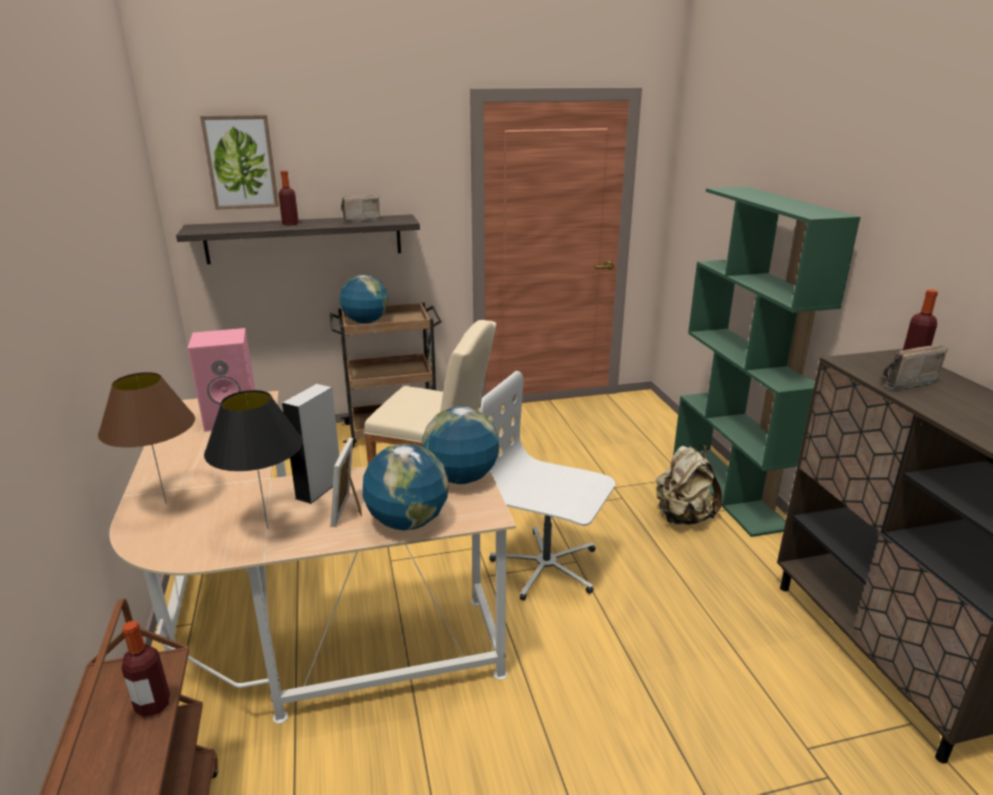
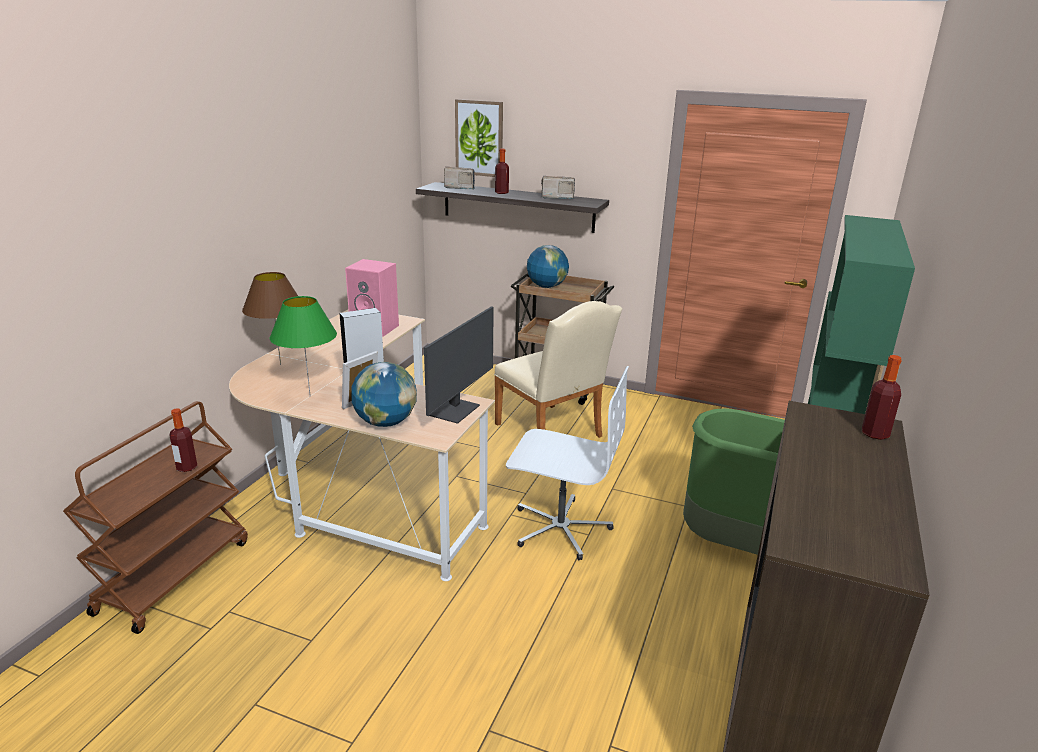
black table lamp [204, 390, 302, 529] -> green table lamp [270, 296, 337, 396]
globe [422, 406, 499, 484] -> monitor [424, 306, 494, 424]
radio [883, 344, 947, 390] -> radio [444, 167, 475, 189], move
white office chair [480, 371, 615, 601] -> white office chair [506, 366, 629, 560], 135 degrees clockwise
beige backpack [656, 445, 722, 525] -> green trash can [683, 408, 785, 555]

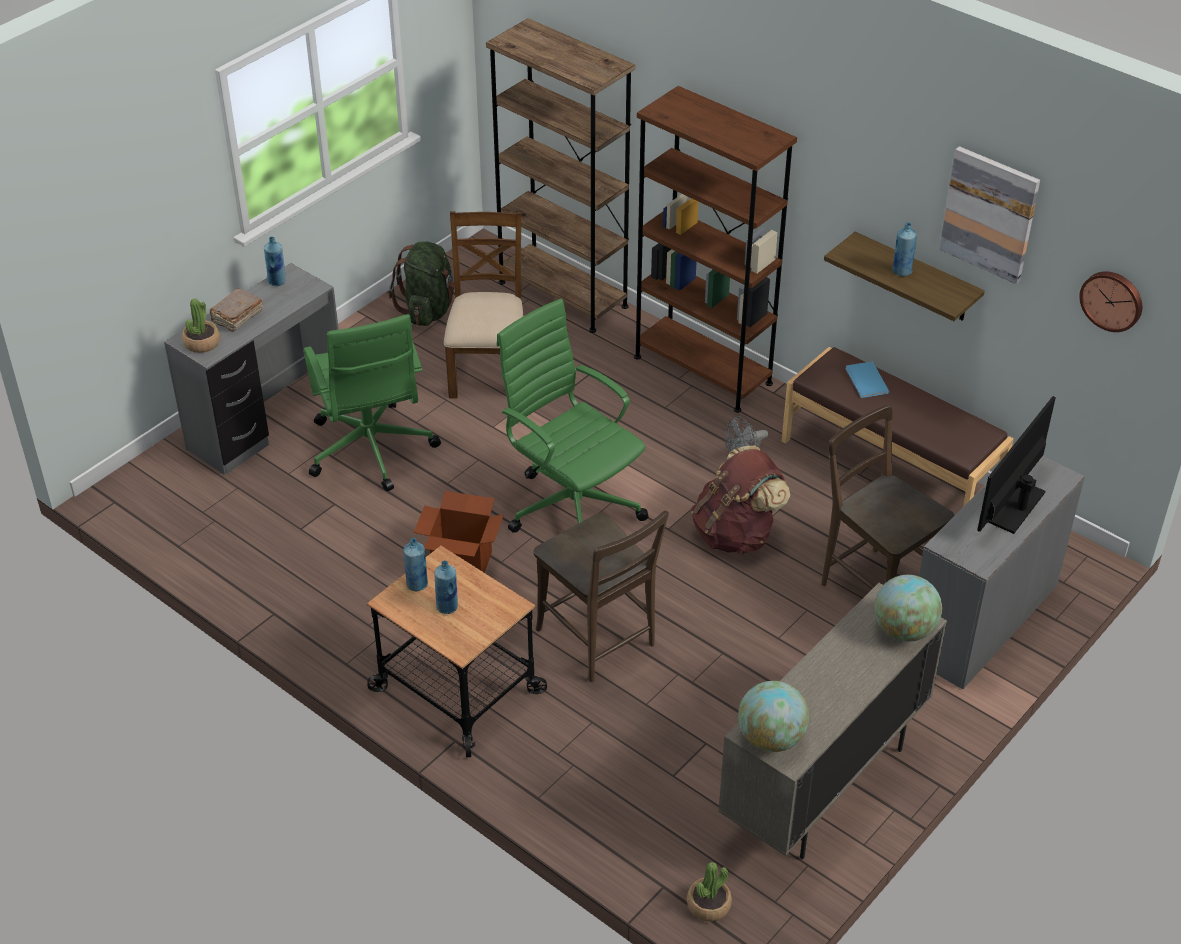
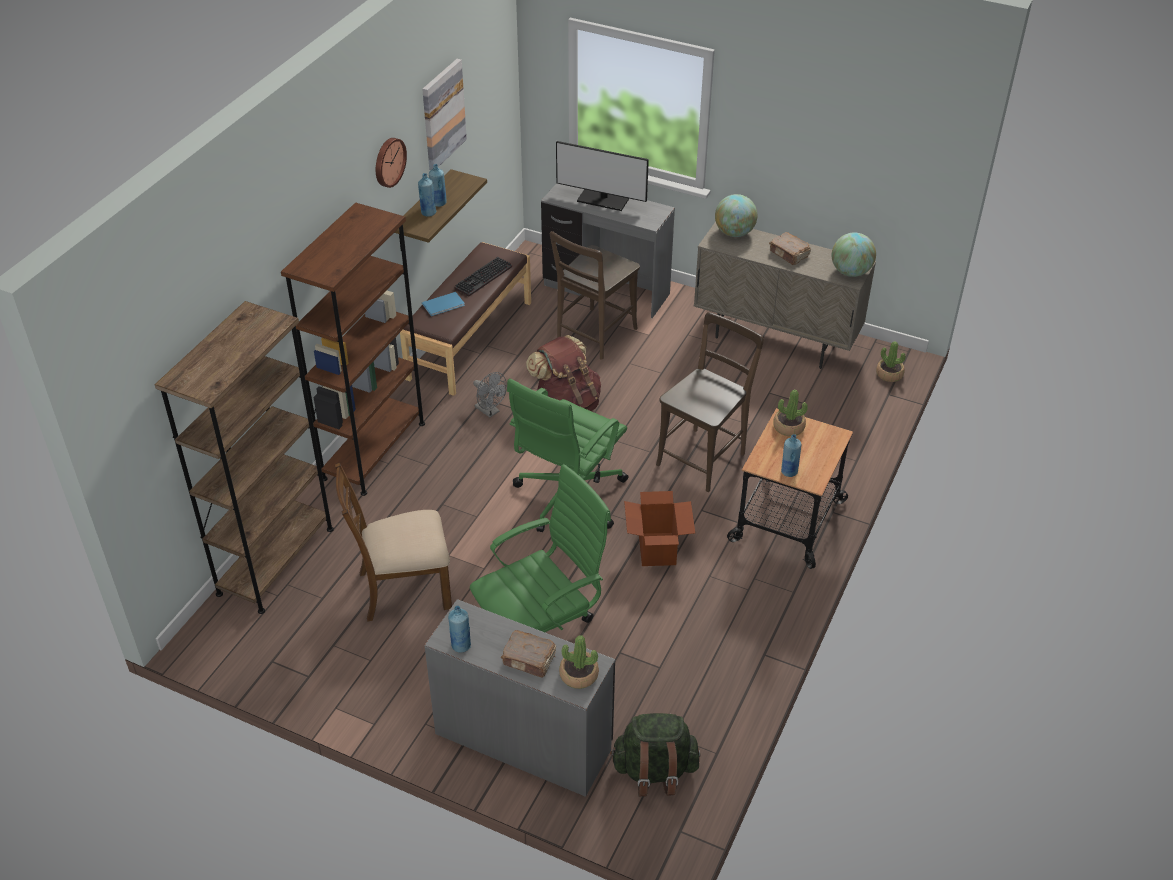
wall clock [1079, 271, 1142, 332] -> wall clock [376, 138, 407, 188], move
blue bottle [434, 560, 458, 614] -> blue bottle [418, 173, 436, 217], move
none -> keyboard [455, 257, 512, 296]
green backpack [389, 241, 455, 326] -> green backpack [610, 713, 700, 797], move
none -> brown book [769, 232, 811, 265]
none -> potted plant [773, 390, 808, 436]

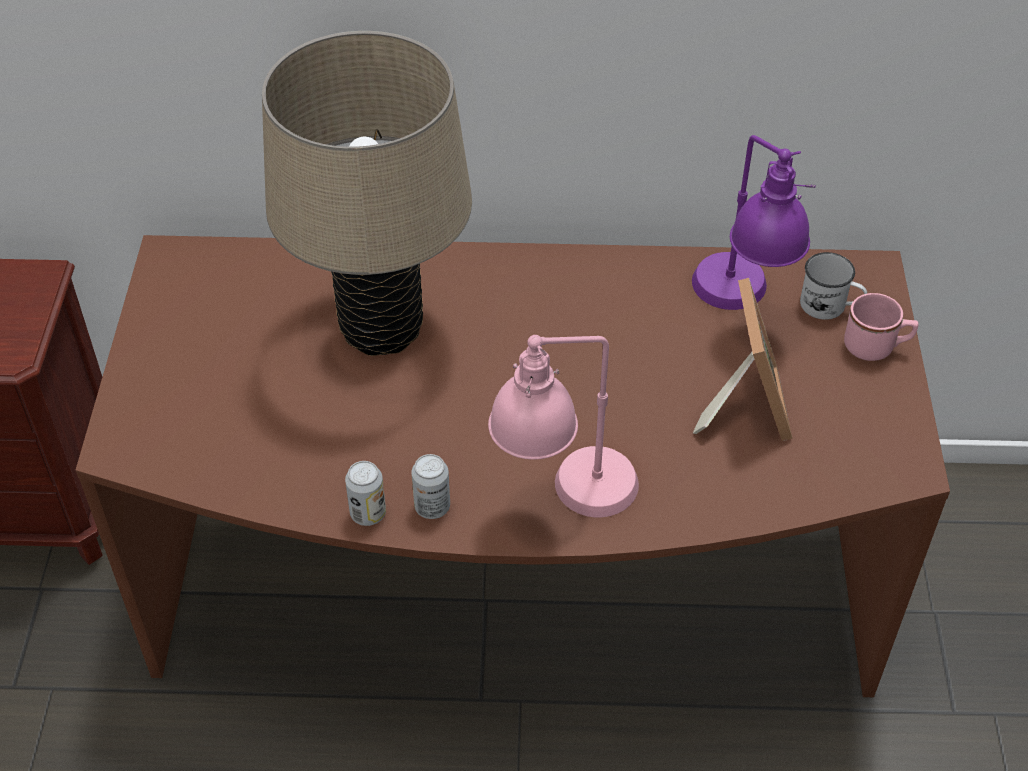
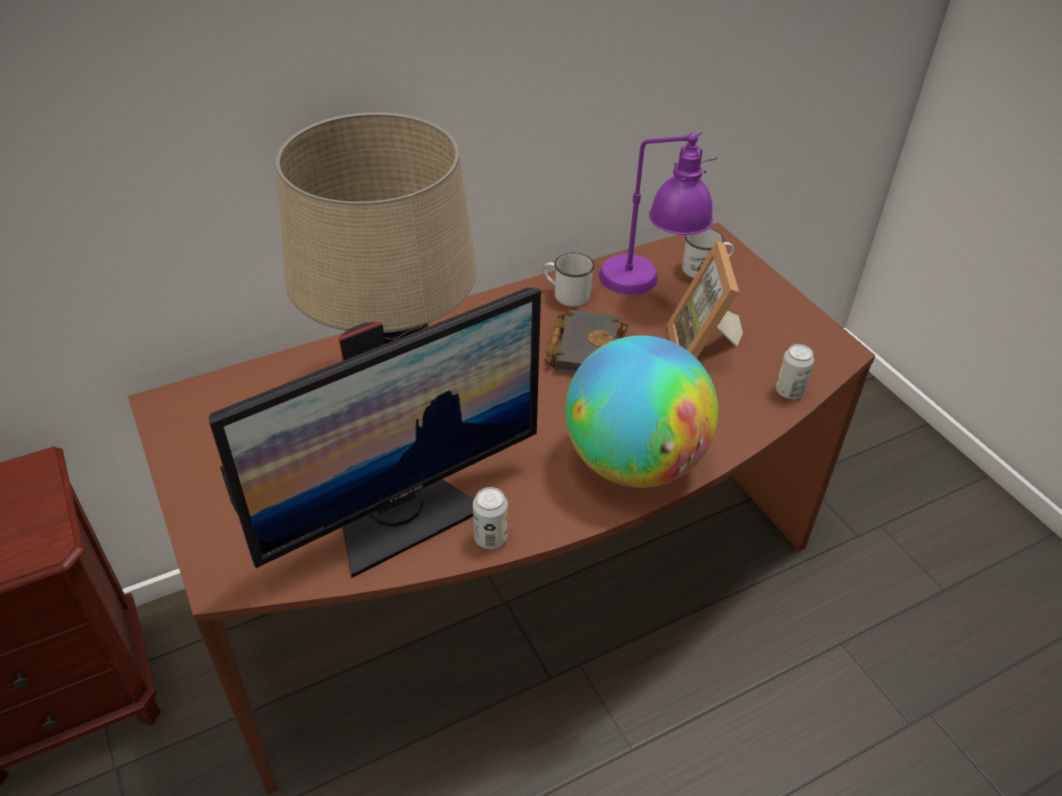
none -> monitor [208, 288, 541, 578]
none -> white mug [543, 253, 595, 307]
none -> black book [546, 310, 628, 373]
pink table lamp [488, 335, 639, 517] -> globe [565, 335, 718, 488]
picture frame [693, 278, 793, 441] -> picture frame [667, 241, 743, 359], 150 degrees counterclockwise
can [411, 454, 450, 519] -> can [776, 344, 814, 399], move
pink mug [844, 293, 918, 361] -> none

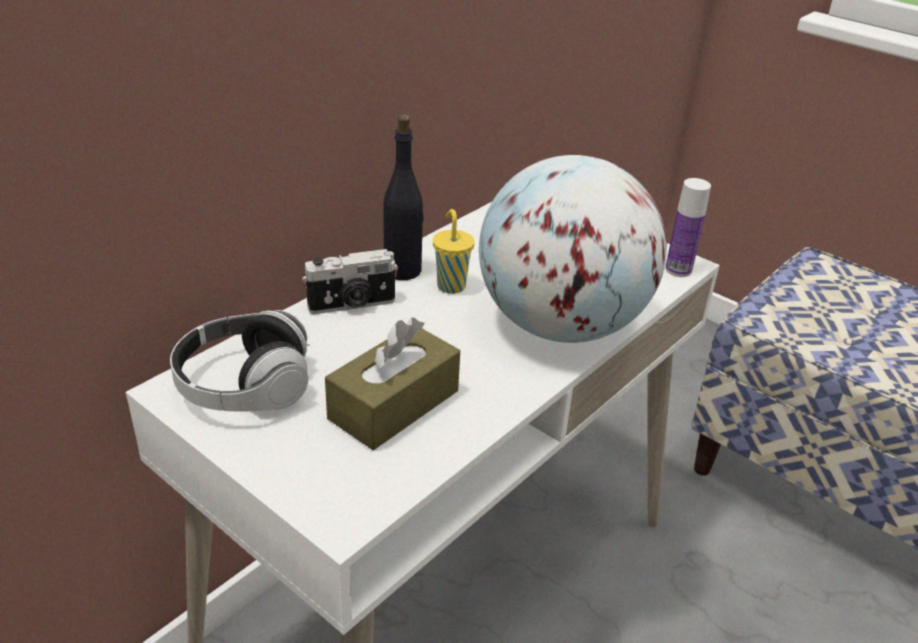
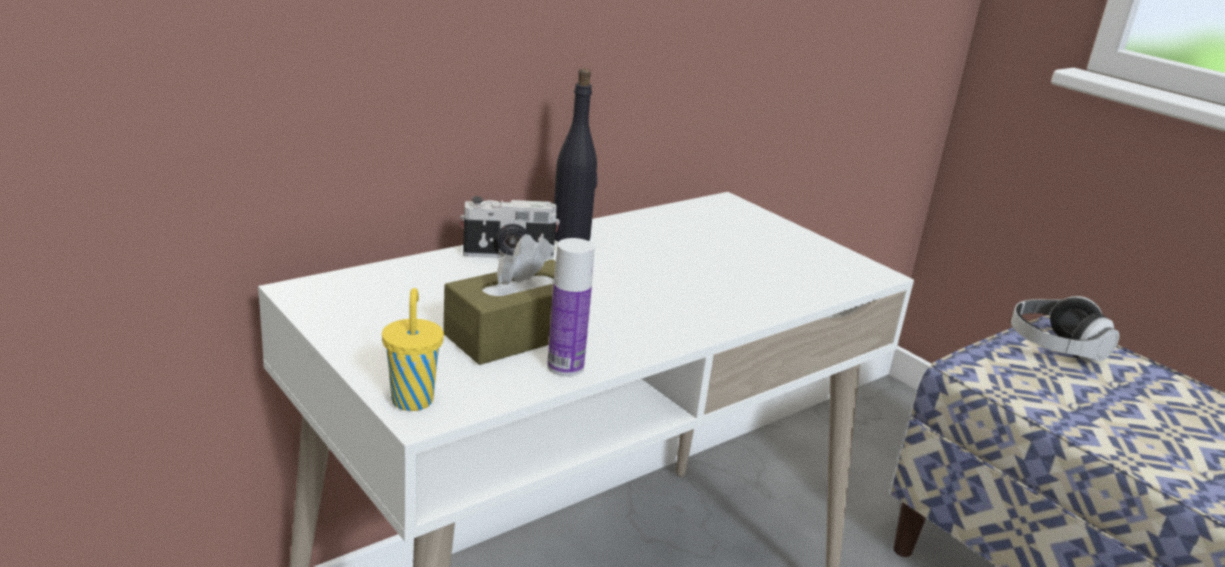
yellow cup [433, 209, 475, 294] -> yellow cup [382, 288, 444, 411], move
bottle [665, 178, 711, 277] -> bottle [547, 238, 594, 376], move
headphones [170, 310, 310, 411] -> headphones [1011, 296, 1119, 362], move
globe [479, 155, 667, 343] -> none

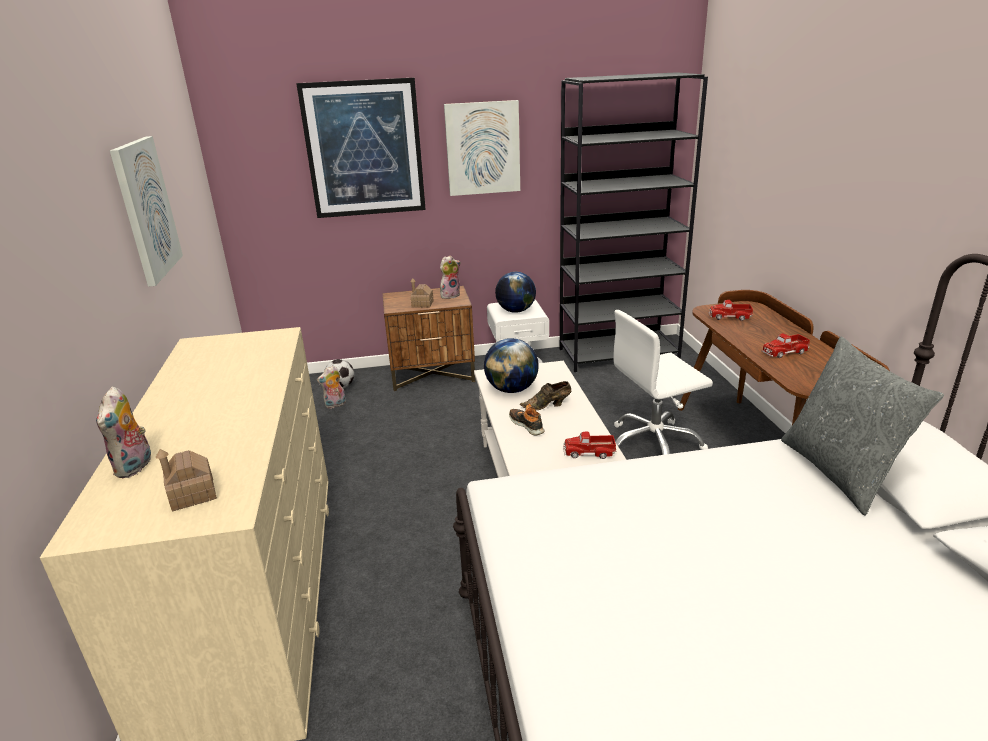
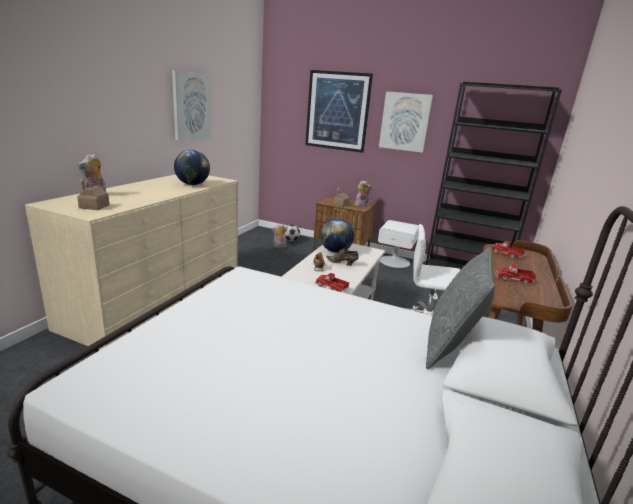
globe [495, 272, 536, 313] -> globe [174, 150, 210, 185], move

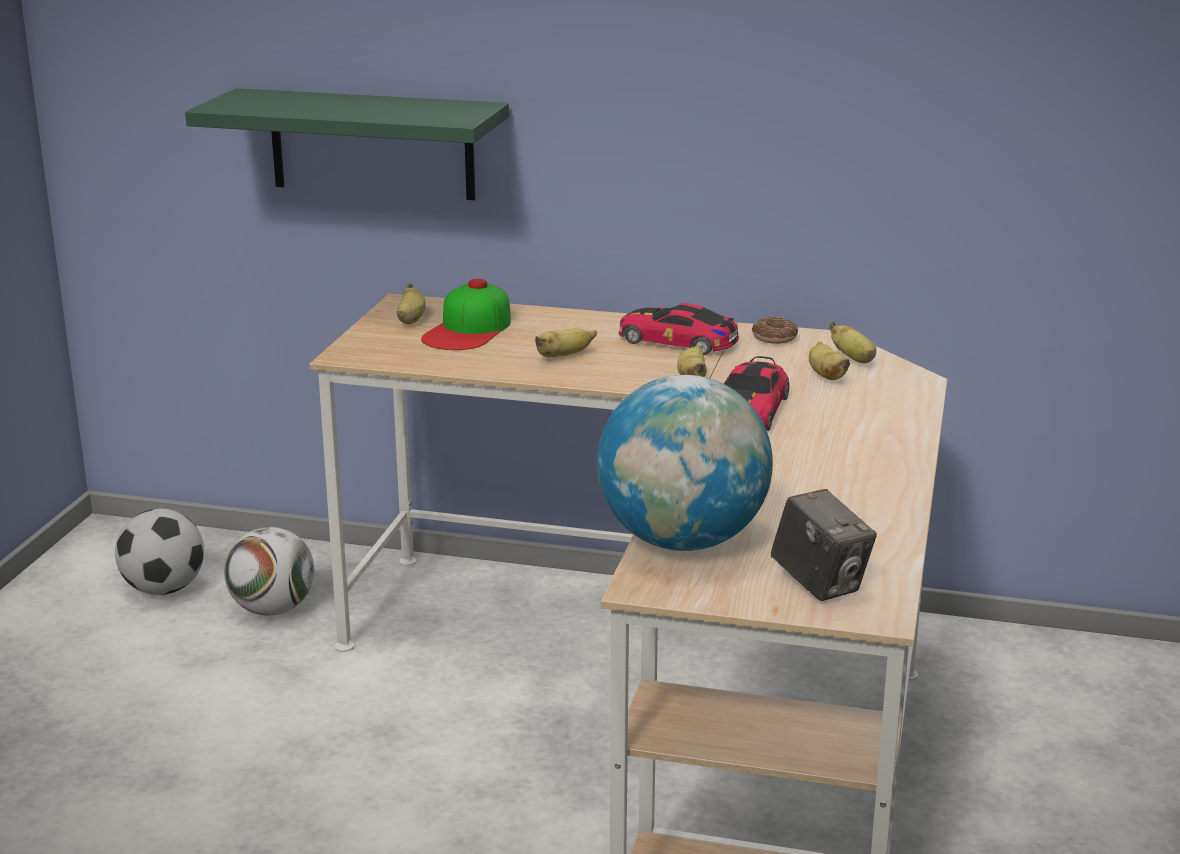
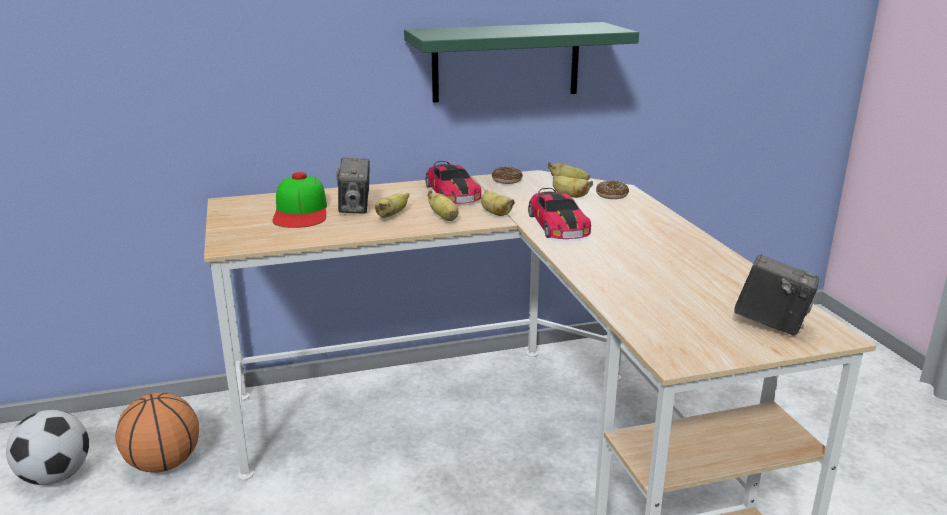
football [224, 527, 314, 616] -> basketball [115, 392, 199, 473]
none -> photo camera [336, 157, 370, 214]
green shelf [185, 88, 509, 200] -> green shelf [404, 22, 639, 103], move
toy car [619, 303, 739, 355] -> toy car [426, 161, 481, 204], 105 degrees counterclockwise
banana [397, 283, 425, 324] -> banana [427, 190, 459, 221], move
none -> donut [596, 181, 629, 199]
globe [597, 375, 773, 551] -> none

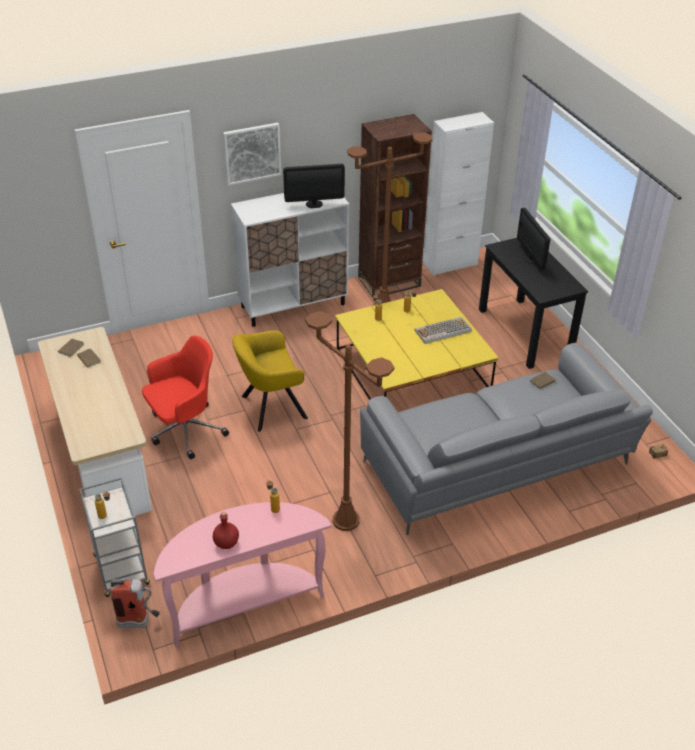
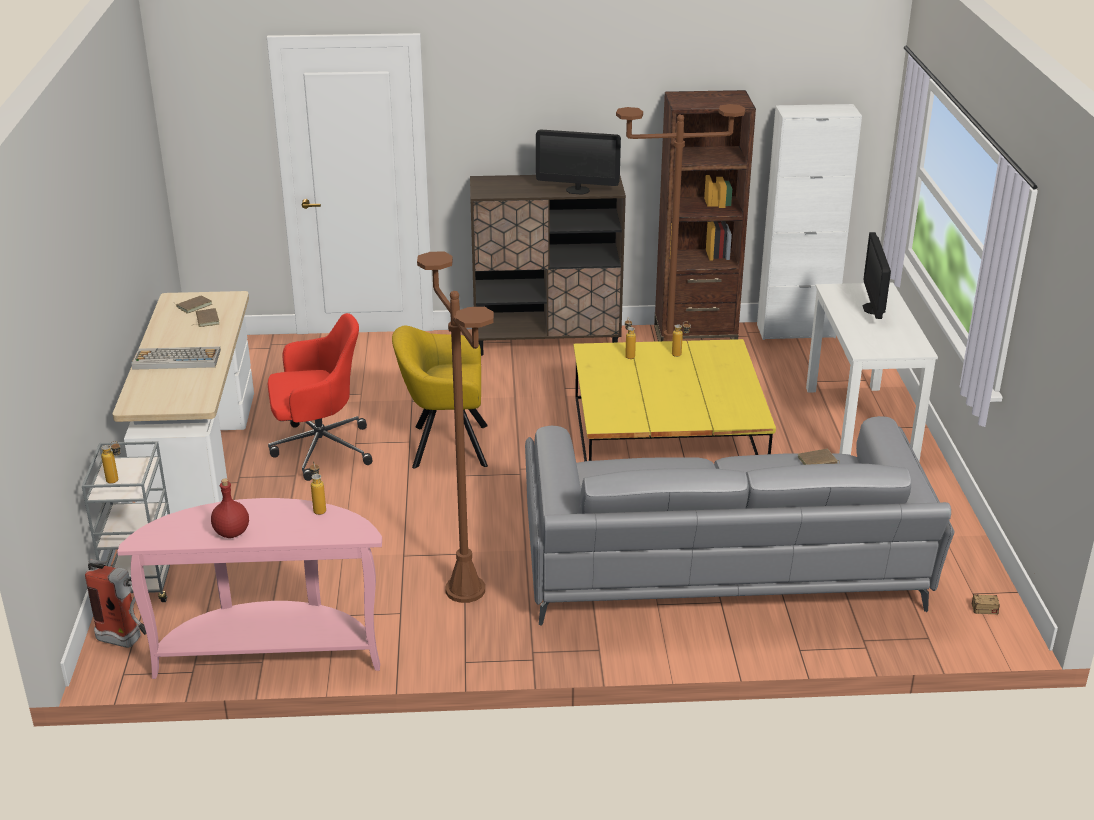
keyboard [414, 317, 472, 344] -> keyboard [131, 347, 221, 370], move
white cabinet [231, 193, 349, 327] -> brown cabinet [470, 175, 626, 356]
black desk [479, 238, 588, 369] -> white desk [806, 282, 938, 461]
picture [223, 123, 281, 185] -> none

